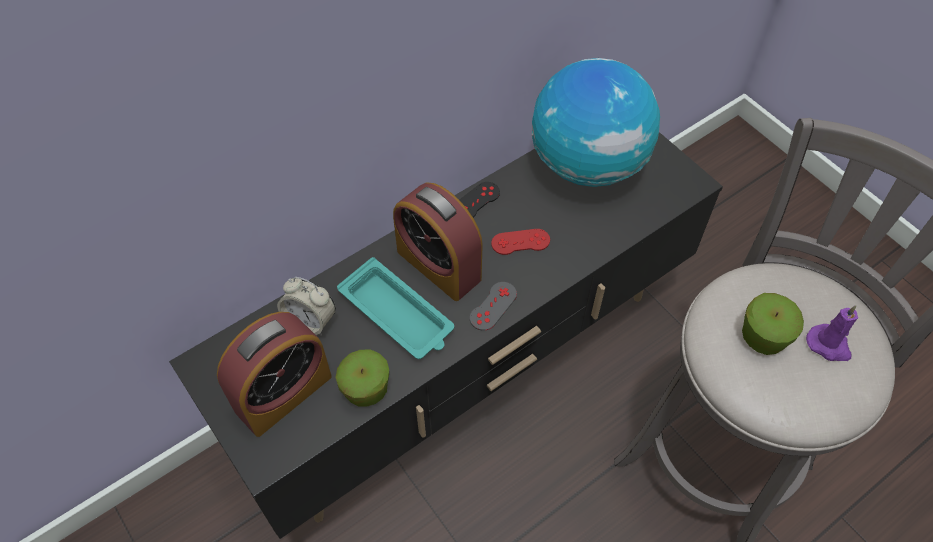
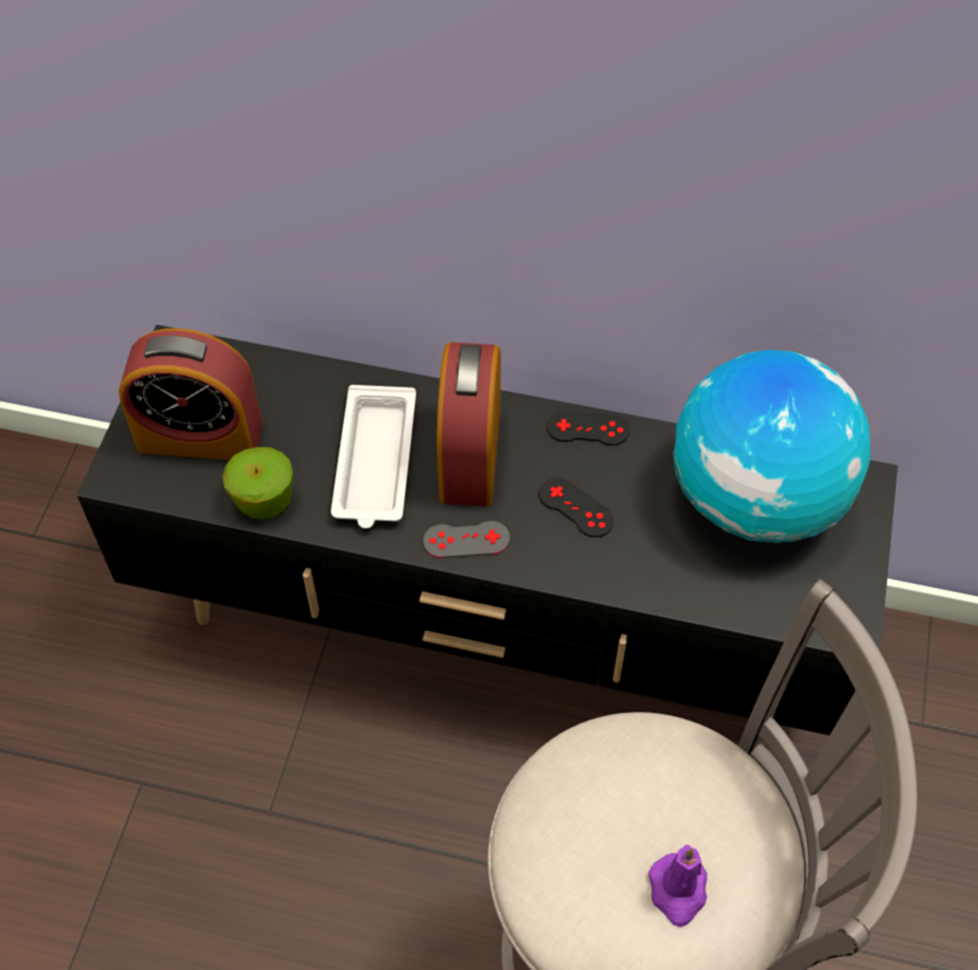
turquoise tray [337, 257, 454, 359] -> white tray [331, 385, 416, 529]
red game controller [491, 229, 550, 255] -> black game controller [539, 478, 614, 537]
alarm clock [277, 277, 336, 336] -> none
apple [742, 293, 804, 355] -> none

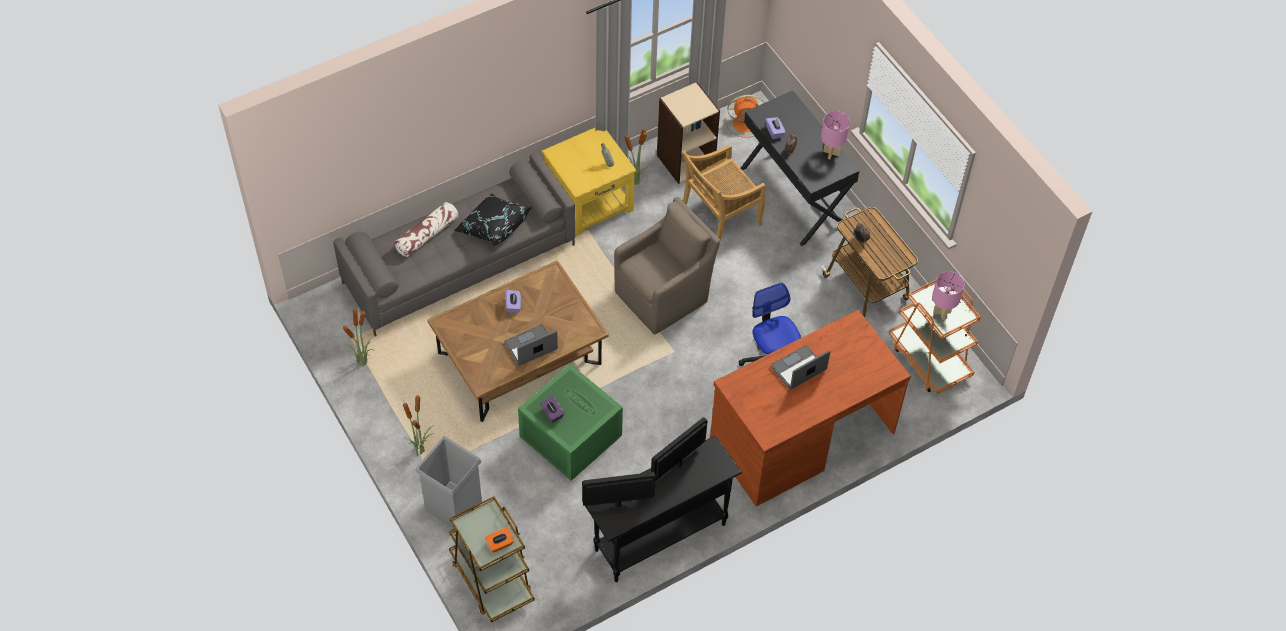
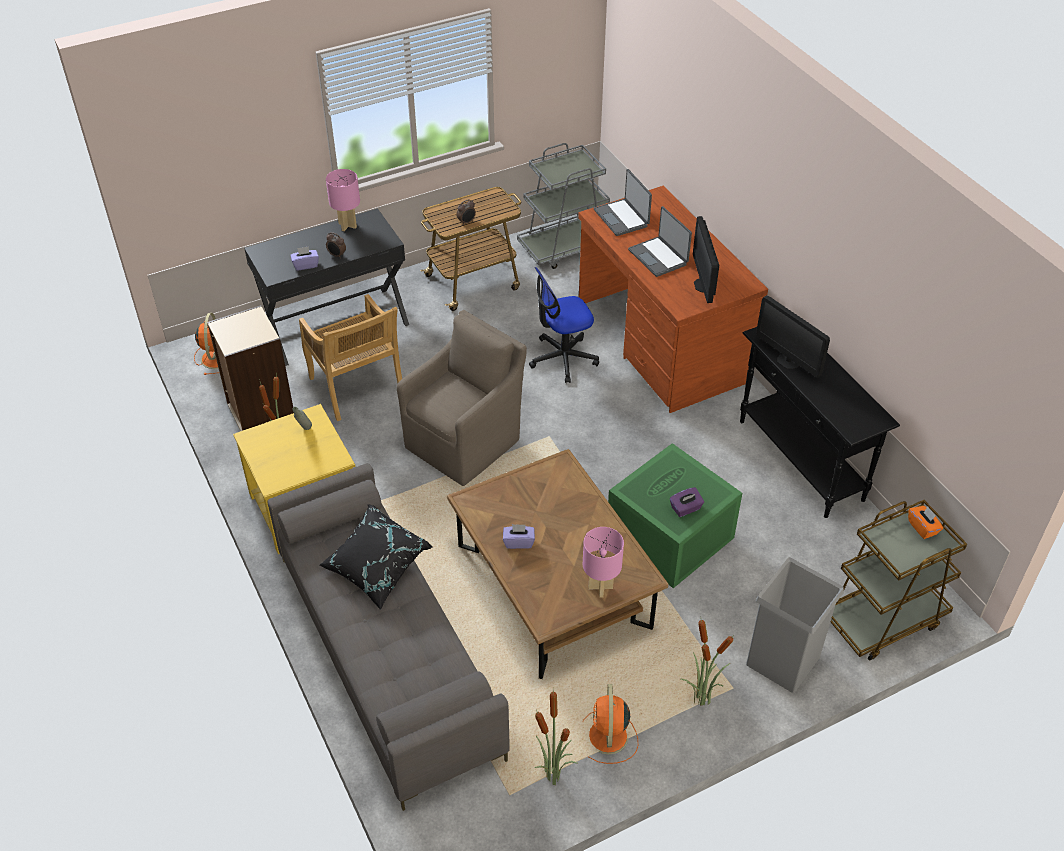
brown armchair [614, 197, 720, 334] -> brown armchair [397, 310, 527, 486], 75 degrees clockwise
orange cart [889, 280, 981, 394] -> grey cart [517, 143, 610, 269]
pink table lamp [932, 271, 965, 320] -> pink table lamp [583, 527, 624, 598], move
none -> orange fan [583, 684, 638, 764]
laptop [504, 324, 558, 366] -> laptop [594, 169, 652, 236], move
monitor [582, 472, 656, 514] -> monitor [693, 216, 719, 303], move
pillow [395, 202, 458, 257] -> none

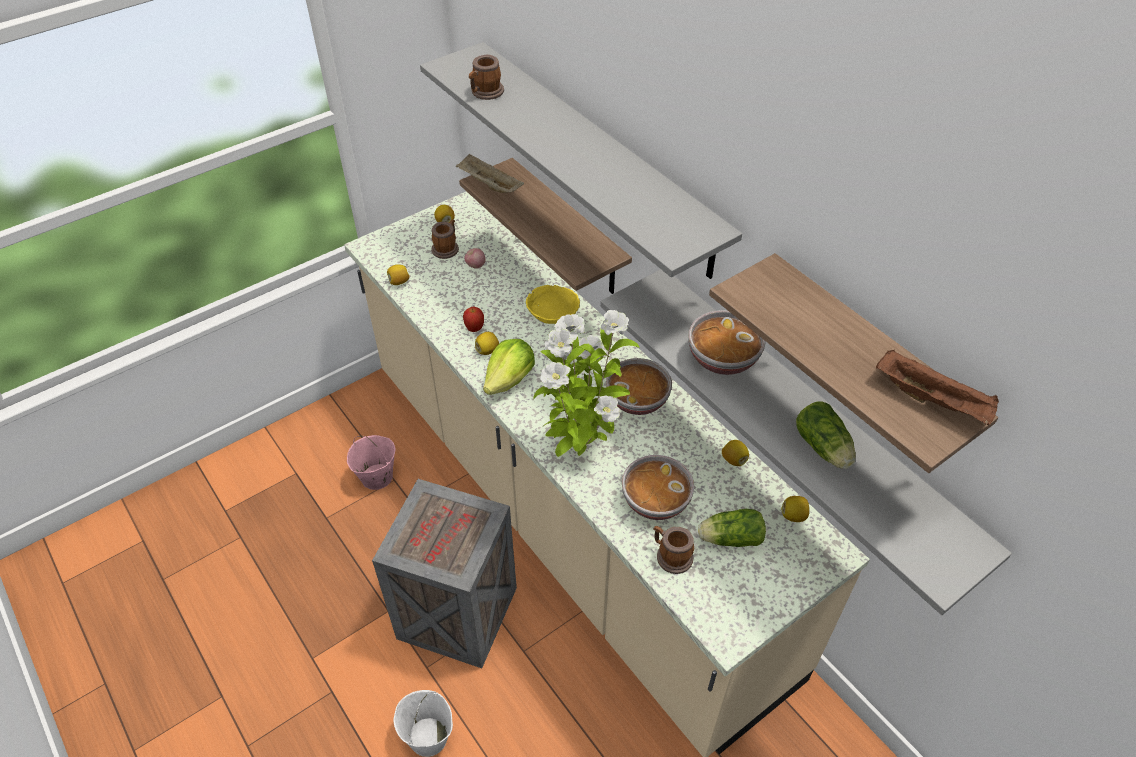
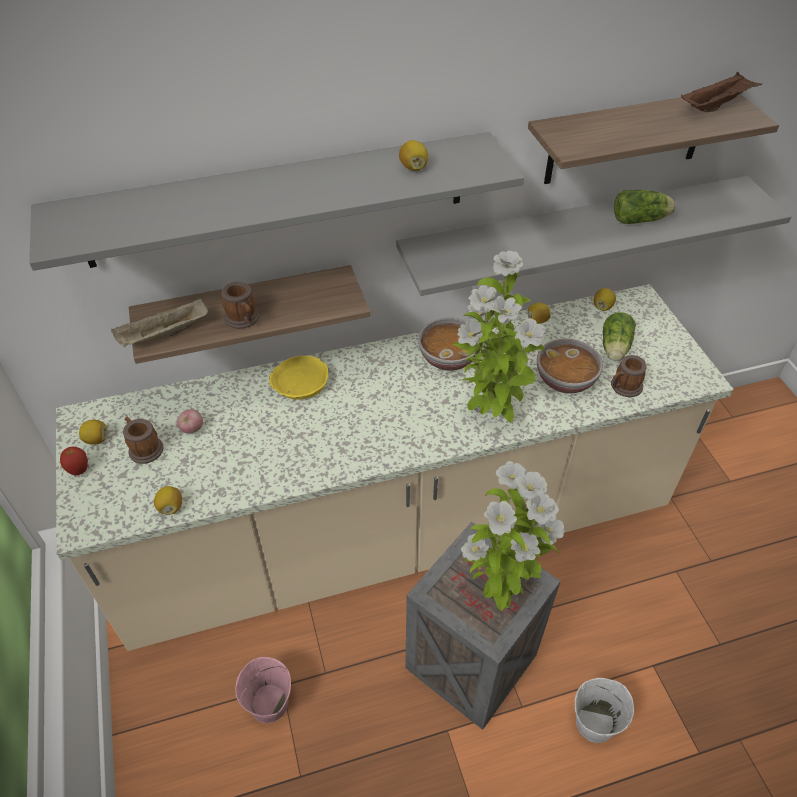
apple [463, 307, 484, 332] -> apple [60, 447, 88, 475], move
mug [469, 55, 504, 100] -> mug [221, 282, 259, 329], move
lemon [475, 332, 499, 355] -> lemon [399, 140, 428, 171], move
none -> potted plant [461, 461, 565, 611]
lettuce [483, 339, 535, 395] -> none
bowl [688, 310, 766, 375] -> none

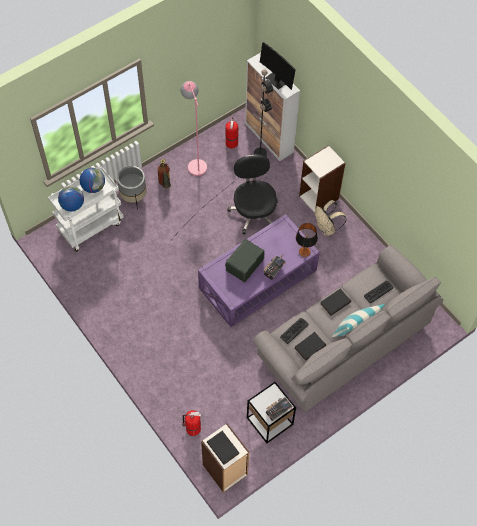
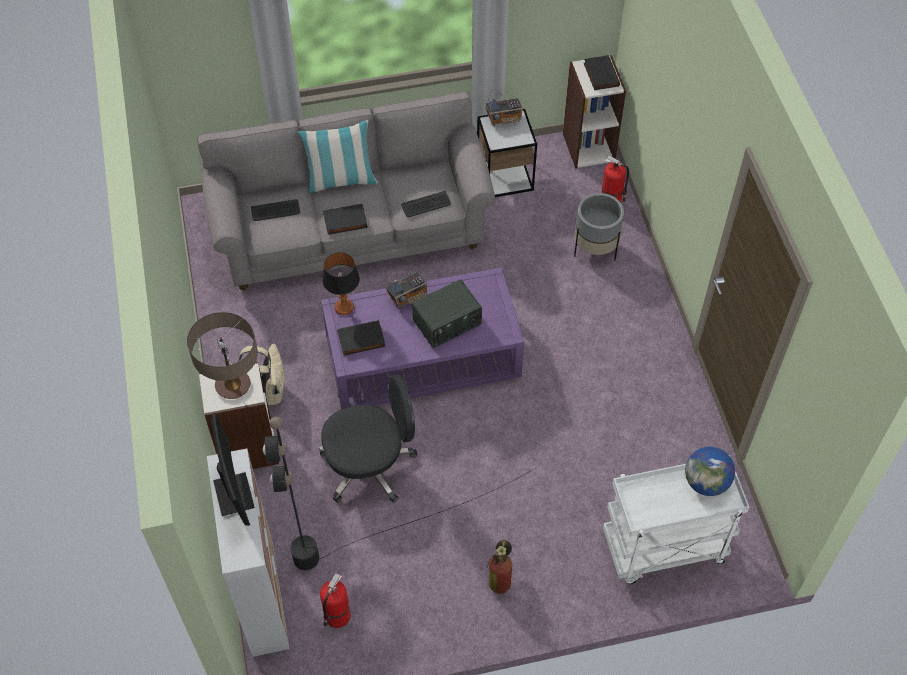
none -> table lamp [187, 312, 258, 399]
black office chair [227, 154, 278, 234] -> black office chair [319, 374, 417, 503], 120 degrees counterclockwise
black book [295, 332, 326, 361] -> black book [337, 320, 386, 356], move
grey planter [117, 166, 147, 209] -> grey planter [574, 193, 624, 260], move
globe [80, 168, 105, 193] -> none
pink floor lamp [180, 81, 207, 176] -> none

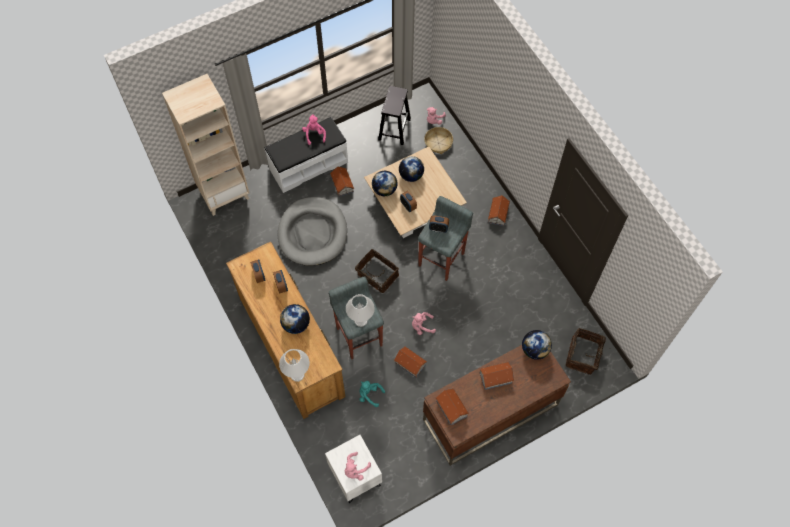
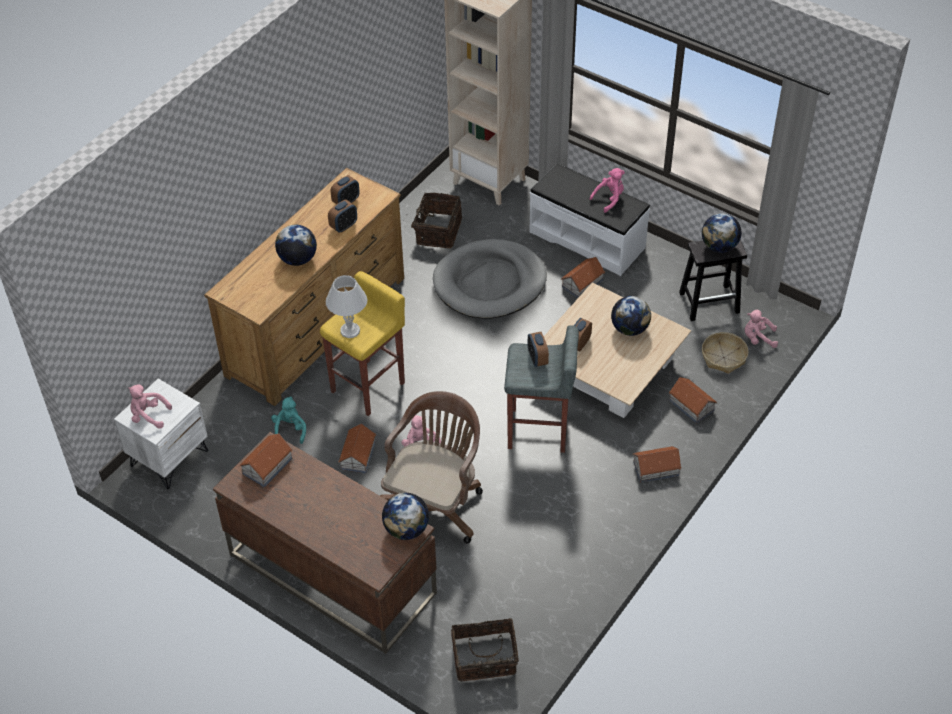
grey stool [329, 277, 384, 359] -> yellow stool [320, 271, 405, 416]
none -> brown office chair [380, 391, 483, 544]
basket [355, 249, 399, 293] -> basket [406, 193, 462, 249], move
toy house [479, 362, 515, 390] -> toy house [669, 377, 717, 423], move
globe [372, 171, 398, 196] -> globe [702, 213, 742, 253], move
white table lamp [279, 349, 310, 382] -> none

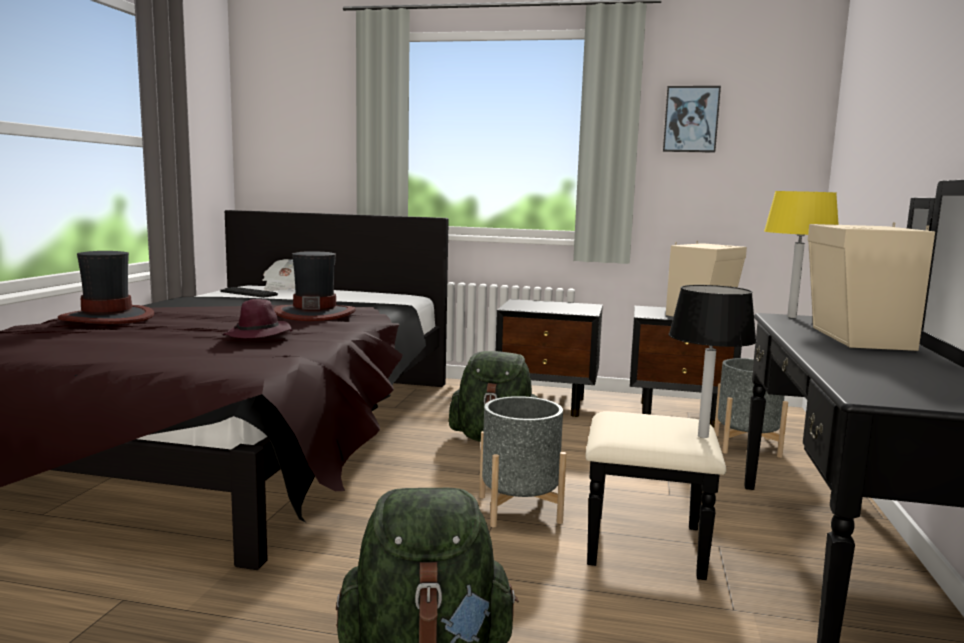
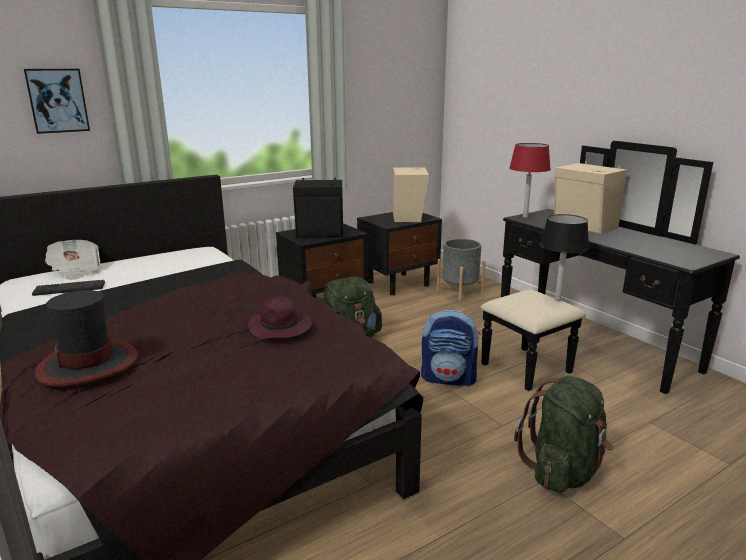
picture [663, 86, 721, 153] -> picture [24, 69, 90, 134], move
none -> black speaker [293, 178, 343, 237]
grey planter [479, 396, 567, 527] -> backpack [421, 309, 481, 386]
yellow table lamp [764, 191, 839, 318] -> red table lamp [509, 143, 551, 218]
hat [274, 251, 355, 321] -> none

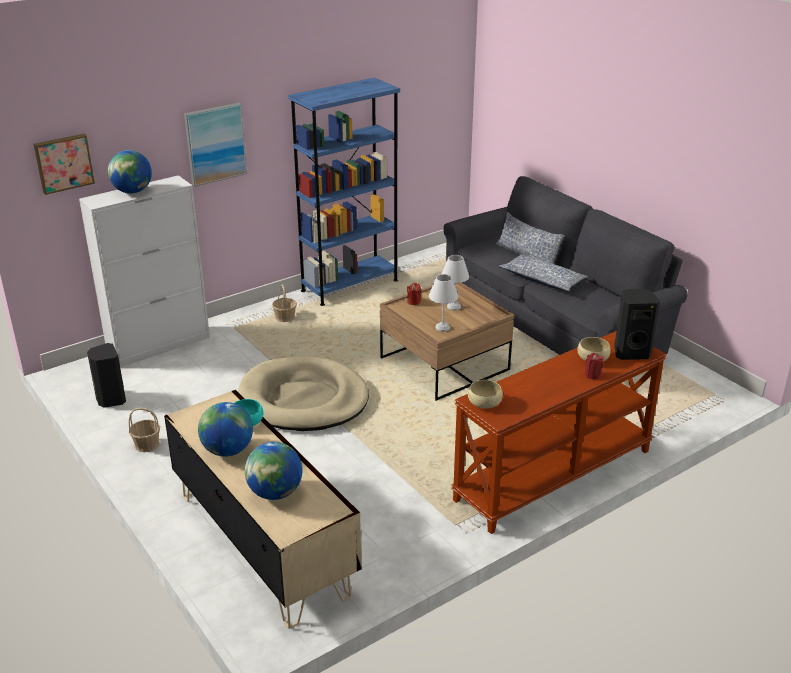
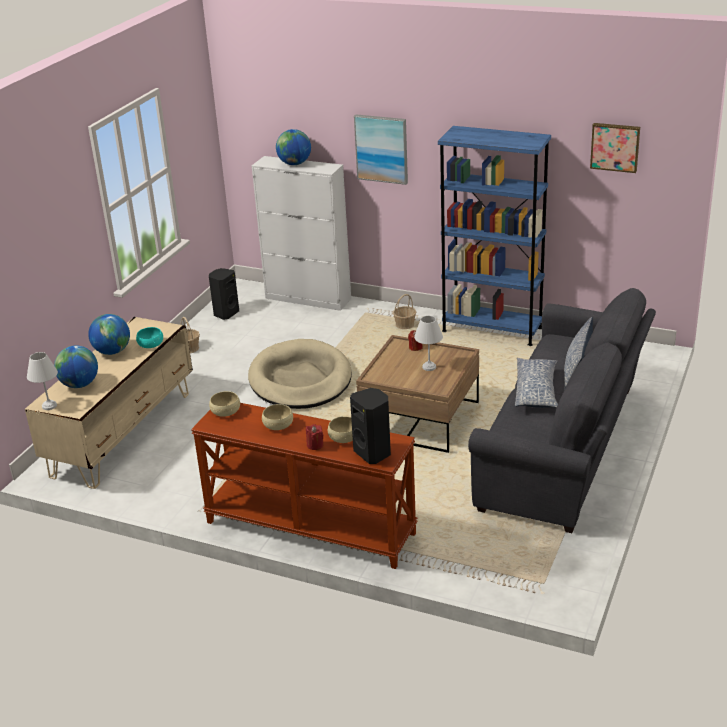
white table lamp [429, 274, 458, 332] -> white table lamp [27, 352, 58, 410], move
none -> beige bowl [262, 404, 293, 430]
picture [34, 134, 95, 195] -> picture [590, 123, 640, 173], move

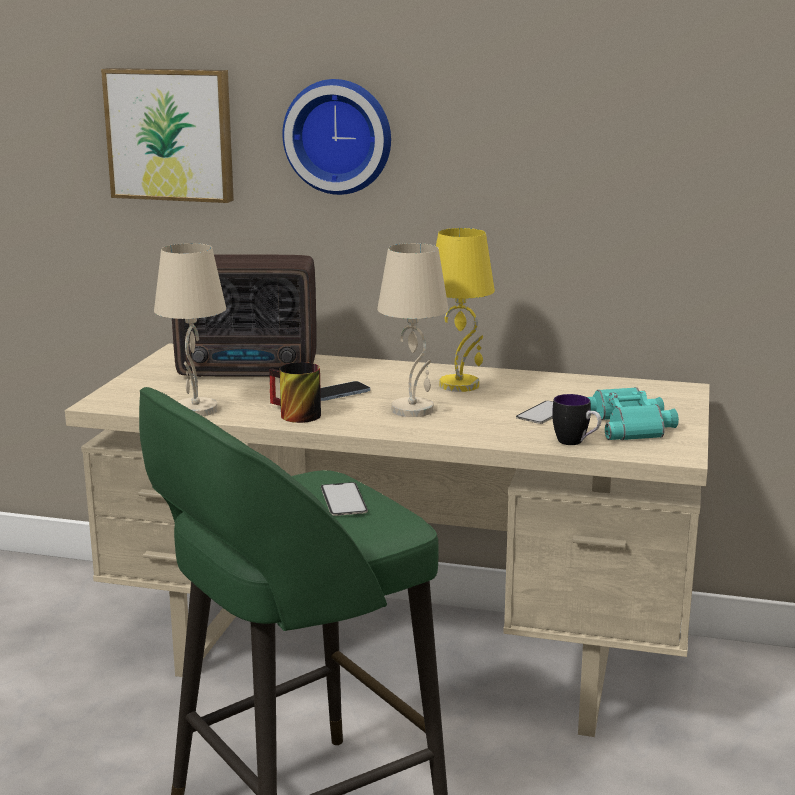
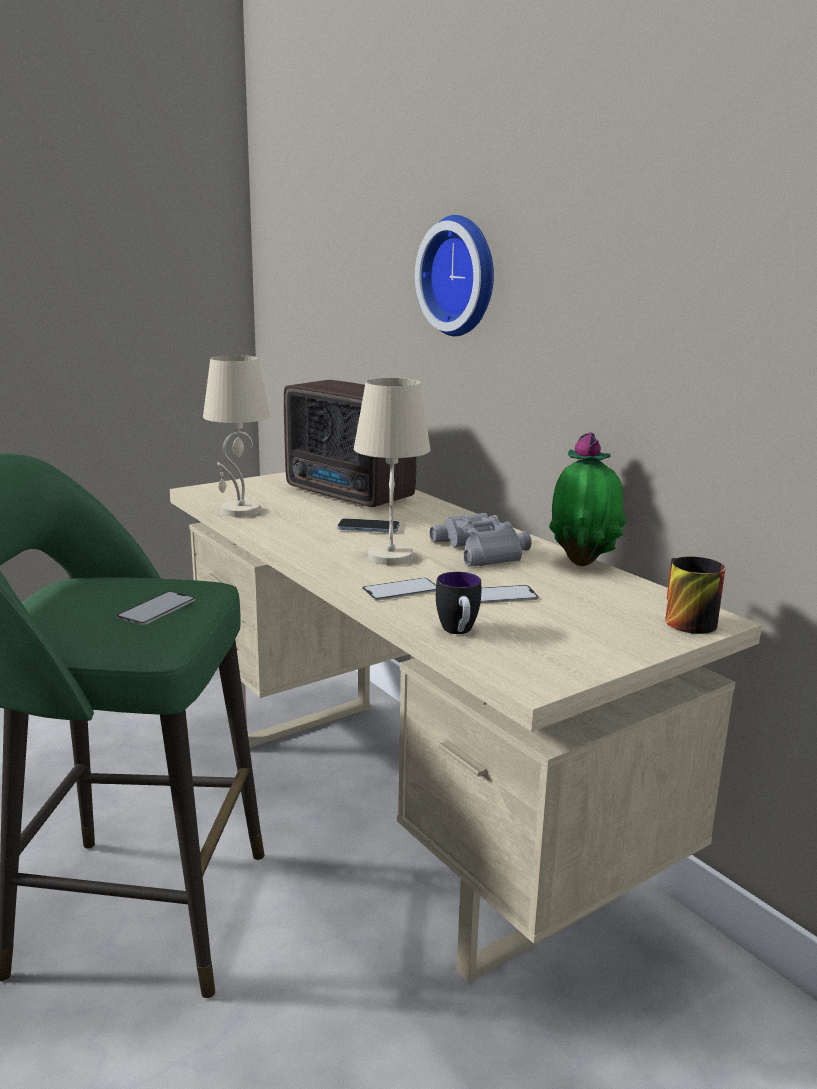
none -> phone [362, 578, 436, 601]
yellow table lamp [436, 228, 495, 392] -> grey binoculars [430, 513, 532, 566]
none -> potted plant [549, 432, 626, 566]
mug [269, 362, 321, 423] -> mug [665, 556, 726, 634], move
picture [101, 68, 234, 203] -> none
turquoise binoculars [587, 387, 679, 440] -> none

